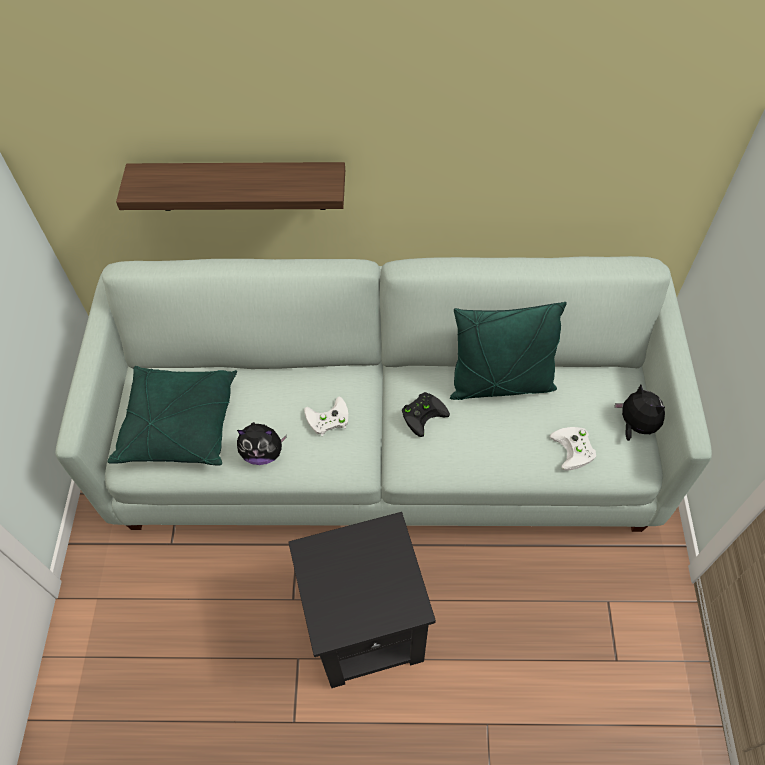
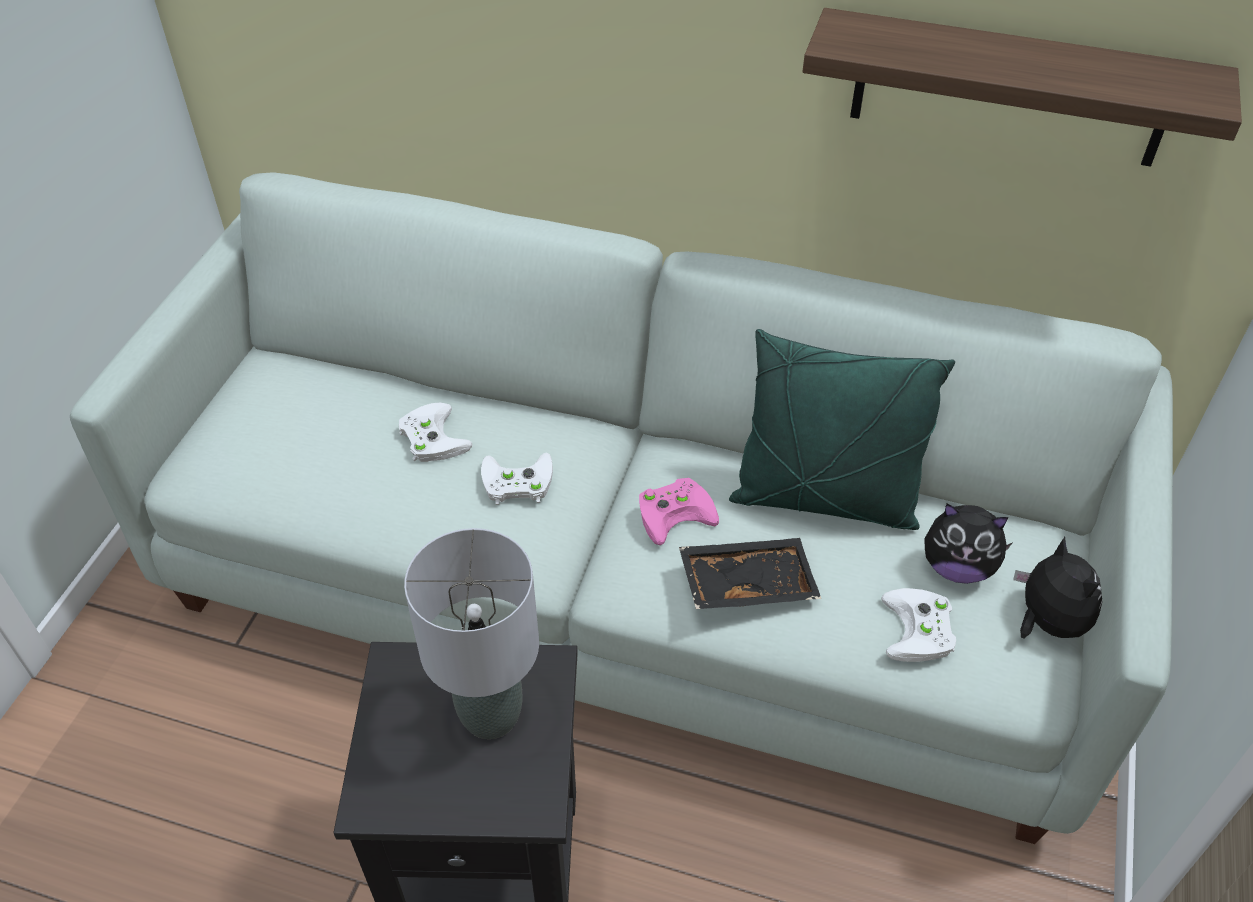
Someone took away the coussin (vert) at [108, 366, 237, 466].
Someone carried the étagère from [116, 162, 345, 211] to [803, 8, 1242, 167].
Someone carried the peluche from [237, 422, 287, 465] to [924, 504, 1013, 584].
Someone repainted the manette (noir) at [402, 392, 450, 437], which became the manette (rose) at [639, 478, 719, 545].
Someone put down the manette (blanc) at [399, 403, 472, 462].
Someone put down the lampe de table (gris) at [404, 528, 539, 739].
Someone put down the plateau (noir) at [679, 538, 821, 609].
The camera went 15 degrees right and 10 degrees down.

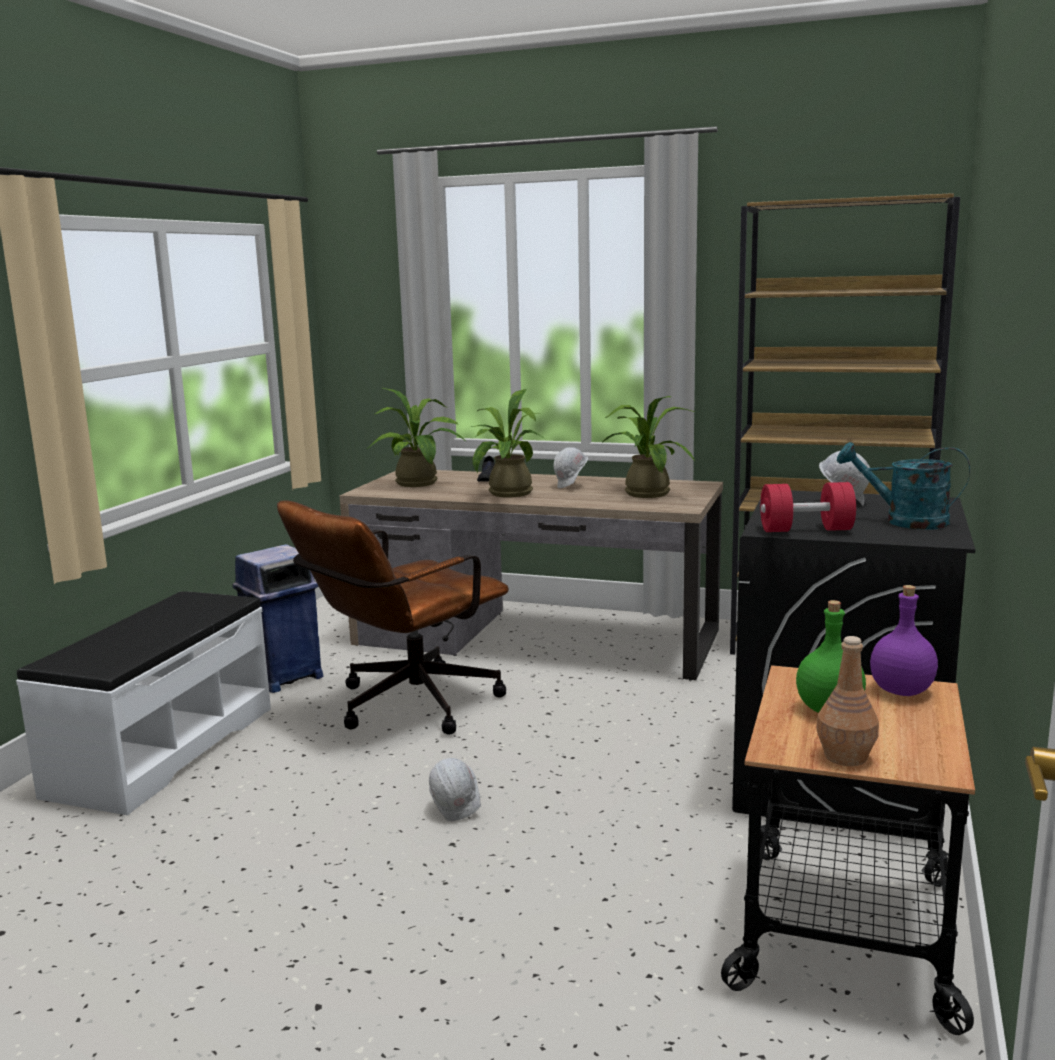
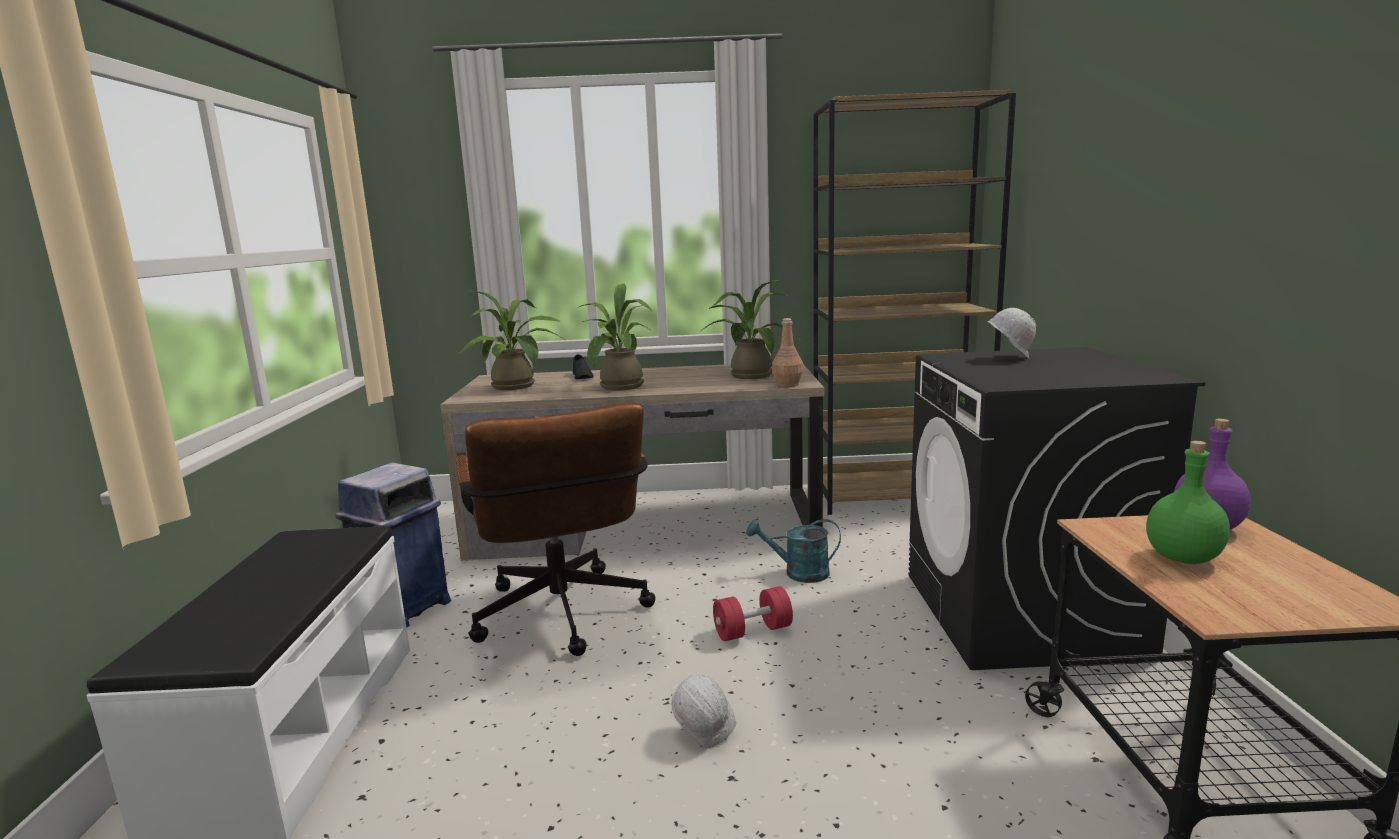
Someone rotated the chaise de bureau (marron) at [277, 500, 509, 735] by 45 degrees counterclockwise.
Someone took away the casque de chantier (blanc) at [554, 447, 588, 488].
Someone carried the haltère (rouge) from [760, 482, 856, 532] to [713, 586, 793, 641].
Someone carried the bouteille (marron) from [817, 636, 879, 766] to [772, 318, 803, 387].
Someone carried the arrosoir (turquoise) from [837, 442, 970, 530] to [746, 519, 841, 583].
The camera went 20 degrees left and 0 degrees up.

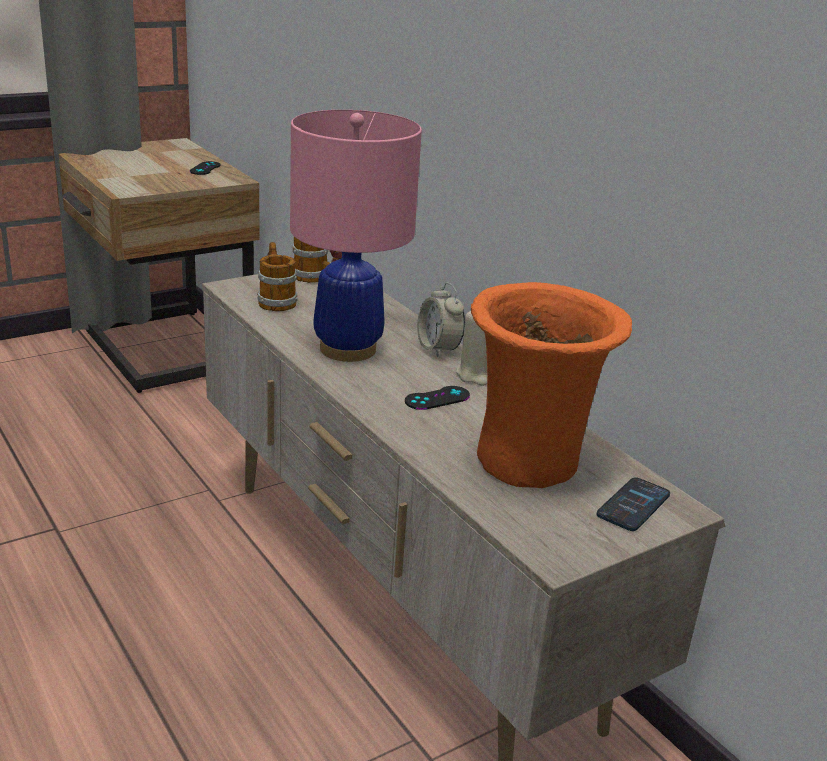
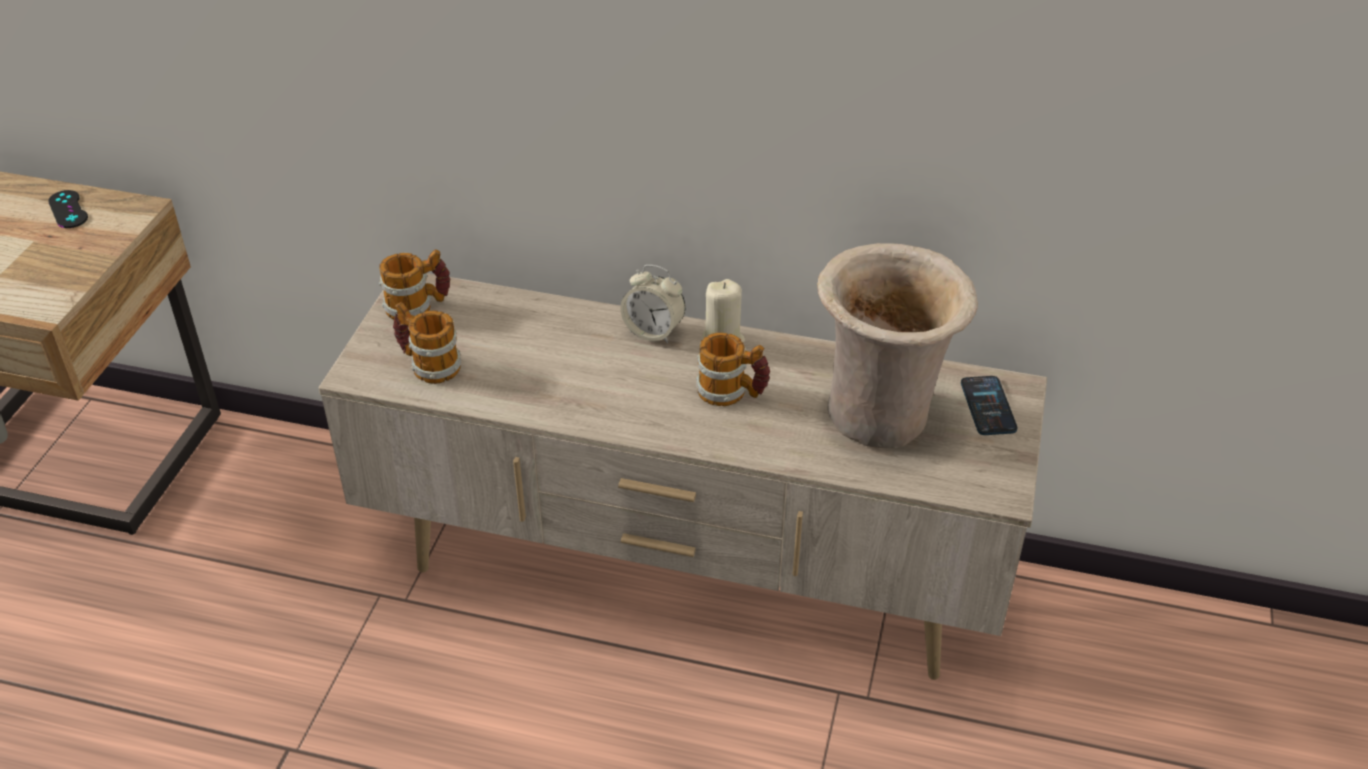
Someone took away the lampe de table (rose) at [290, 110, 422, 362].
Someone swapped the manette (noir) at [405, 386, 470, 410] for the mug at [696, 333, 770, 406].
Someone repainted the vase (orange) at [471, 282, 632, 488], which became the vase (beige) at [817, 243, 978, 448].
The camera went 40 degrees left and 15 degrees up.

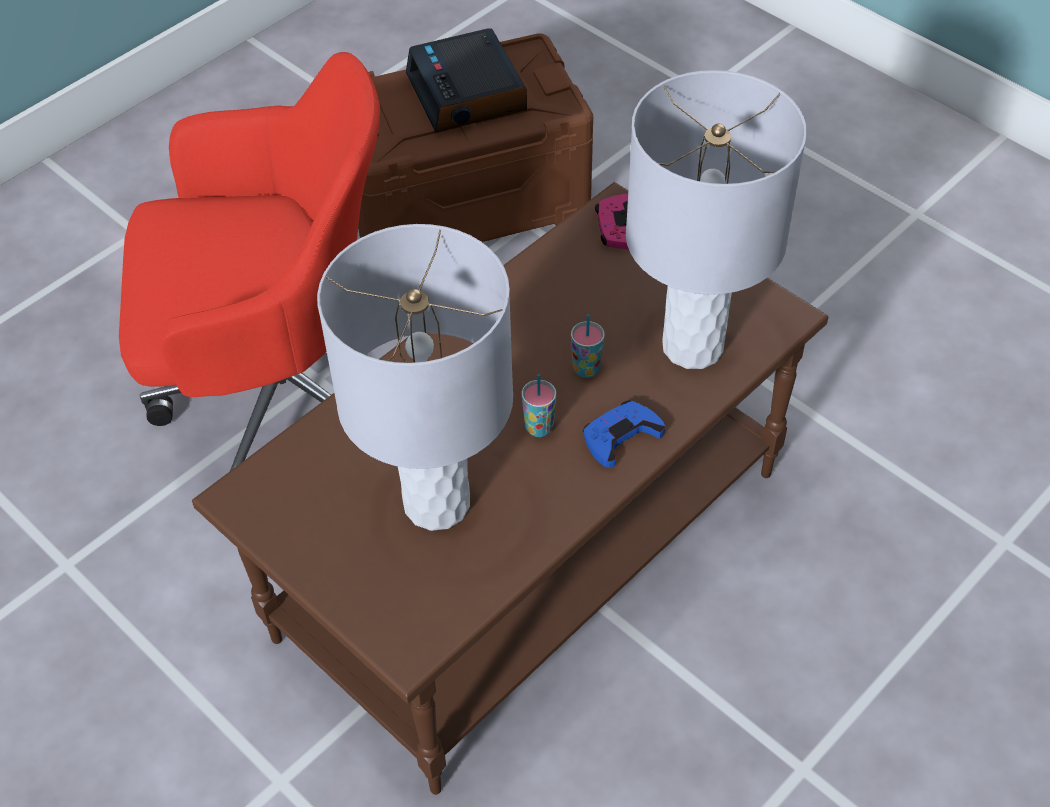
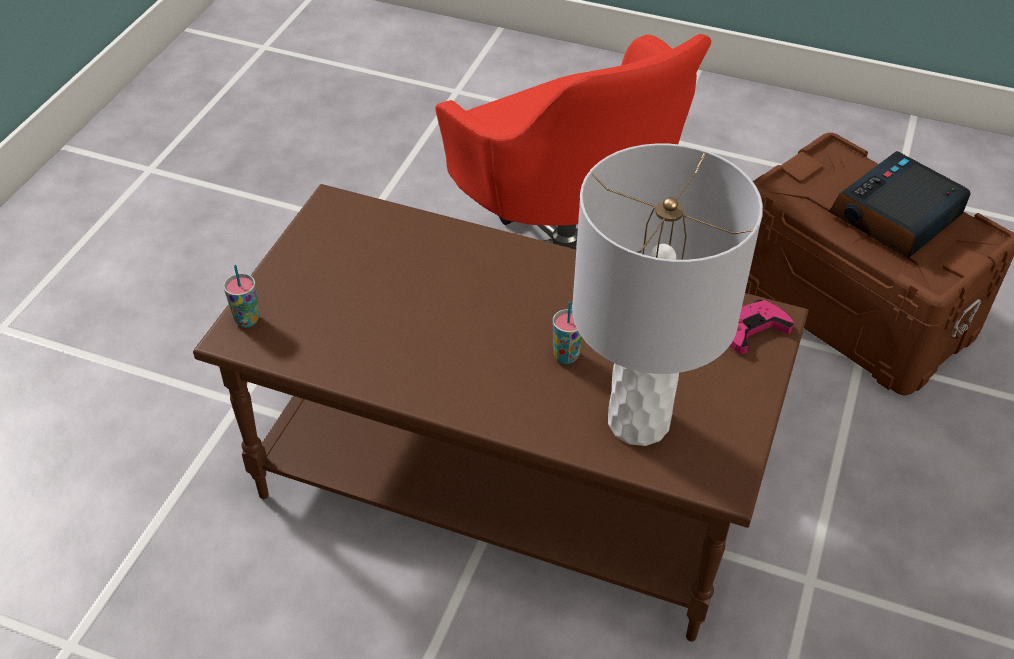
Someone took away the lampe de table (gris) at [317, 224, 513, 531].
Someone carried the tasse from [521, 374, 556, 437] to [223, 265, 259, 328].
Someone took away the manette (bleu) at [583, 401, 665, 468].
The camera went 65 degrees right and 5 degrees down.

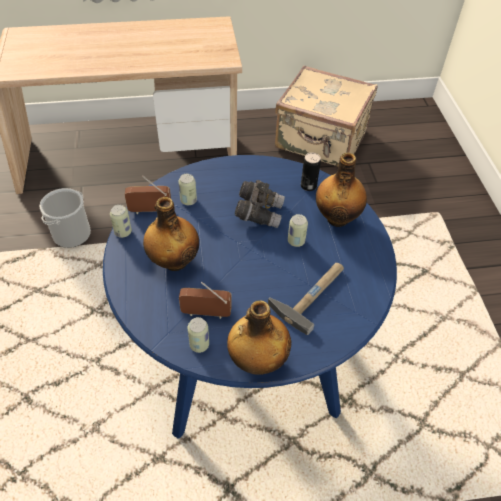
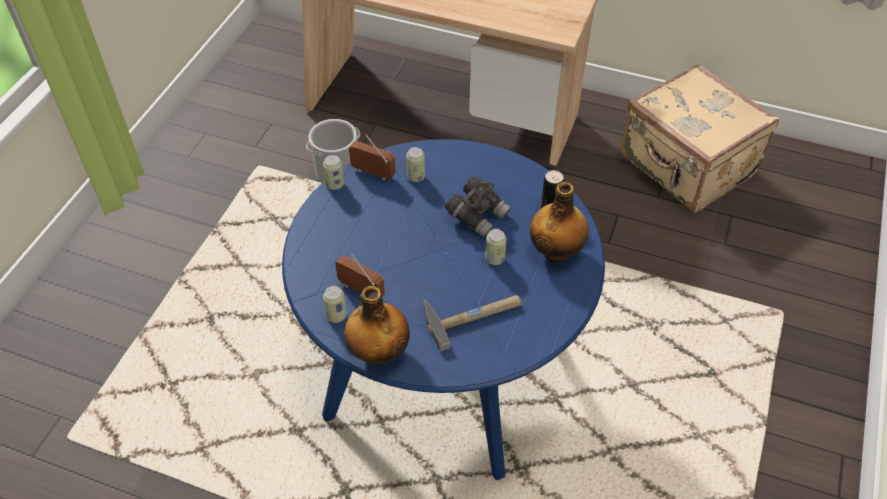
Someone took away the bouteille at [143, 197, 199, 271].
The camera went 30 degrees right and 0 degrees up.

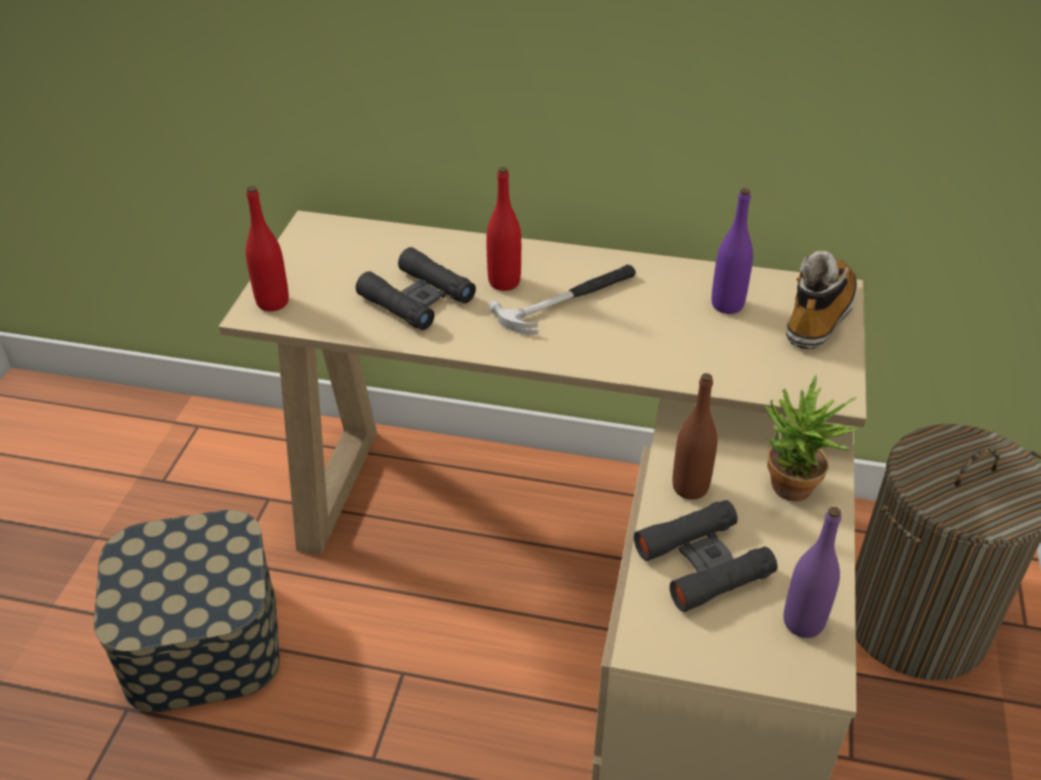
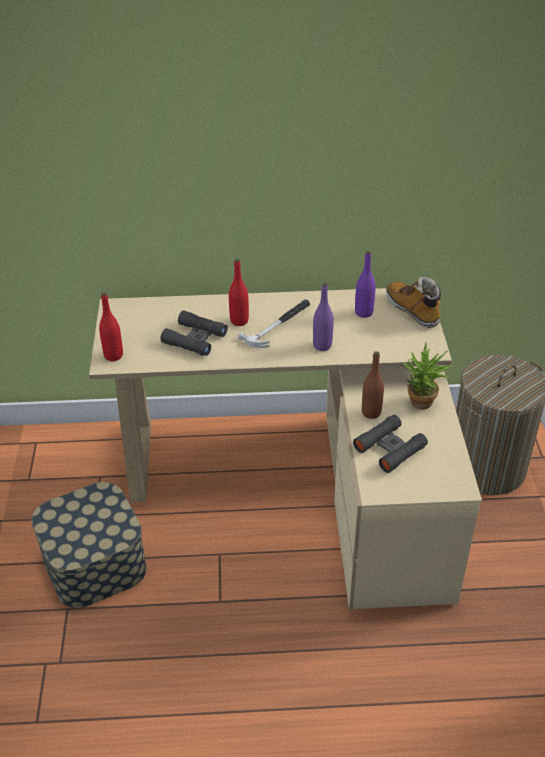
Someone carried the bouteille (violet) from [784, 507, 841, 638] to [313, 283, 334, 351].
Someone rotated the botte at [786, 251, 857, 349] by 45 degrees counterclockwise.
The camera went 15 degrees left and 0 degrees up.

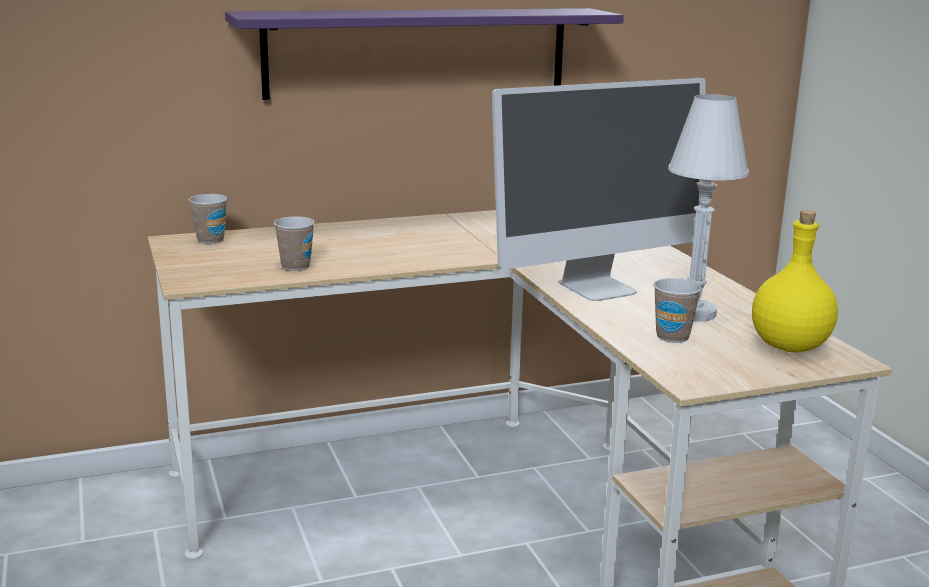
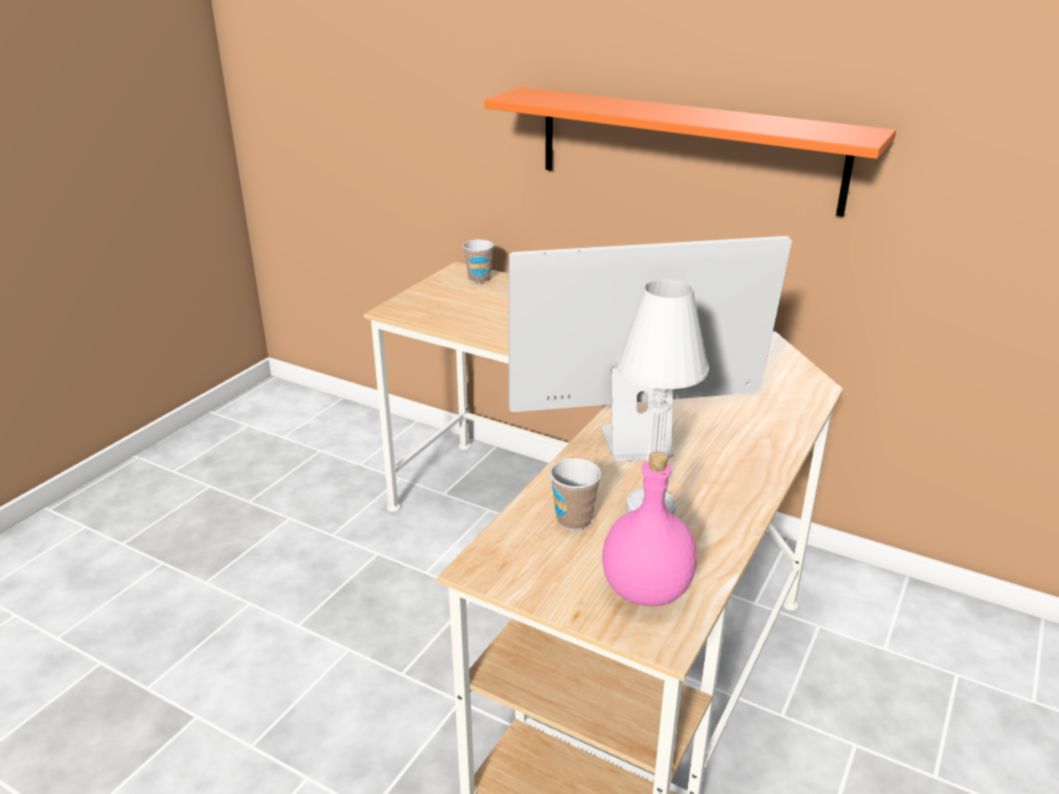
Someone repainted the étagère (violet) at [225, 8, 624, 100], which became the étagère (orange) at [484, 87, 896, 217].
Someone took away the tasse at [274, 216, 315, 271].
Someone rotated the écran d'ordinateur at [492, 78, 706, 301] by 150 degrees clockwise.
Someone repainted the bouteille (jaune) at [752, 210, 838, 353], which became the bouteille (rose) at [602, 451, 697, 606].
The camera went 50 degrees right and 10 degrees up.

